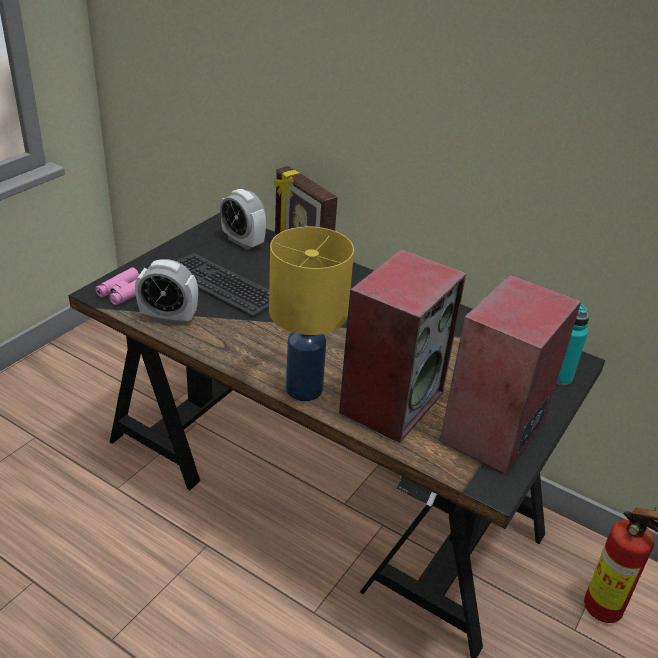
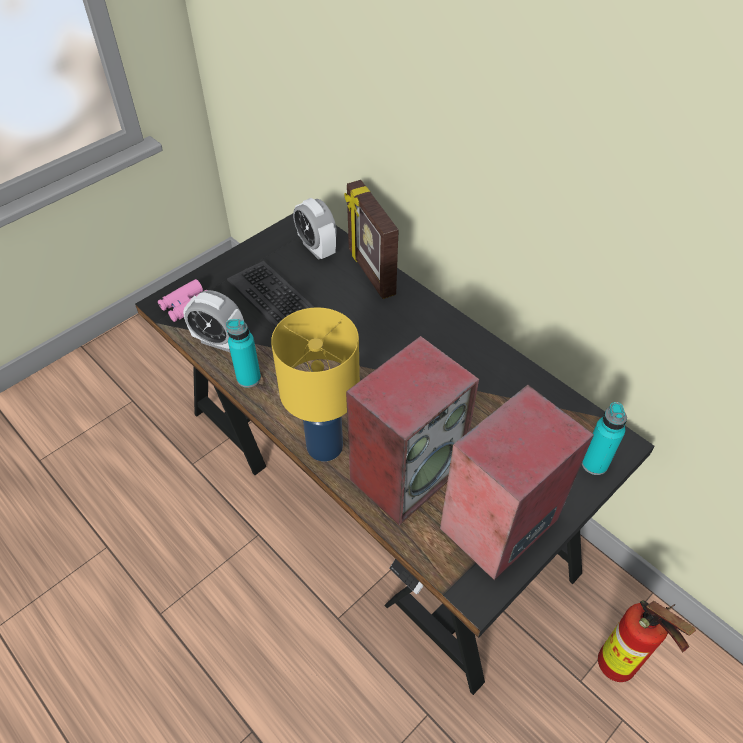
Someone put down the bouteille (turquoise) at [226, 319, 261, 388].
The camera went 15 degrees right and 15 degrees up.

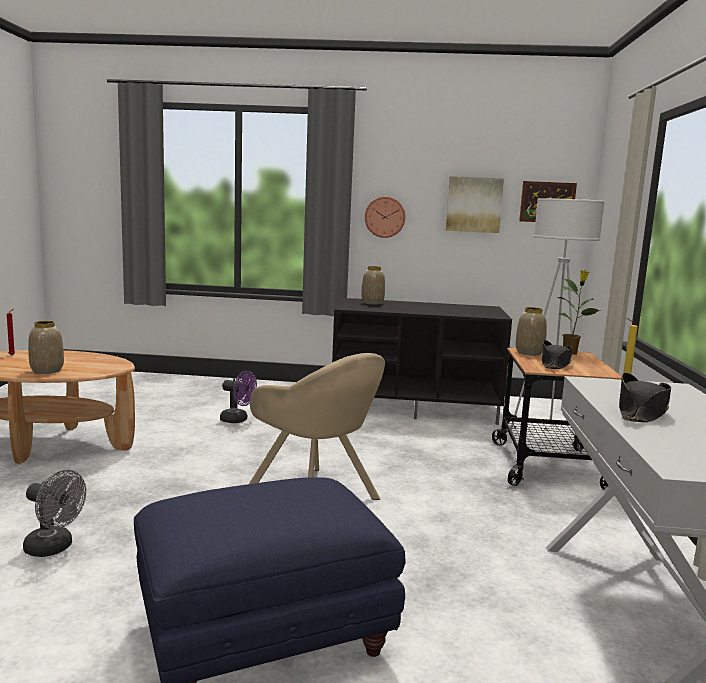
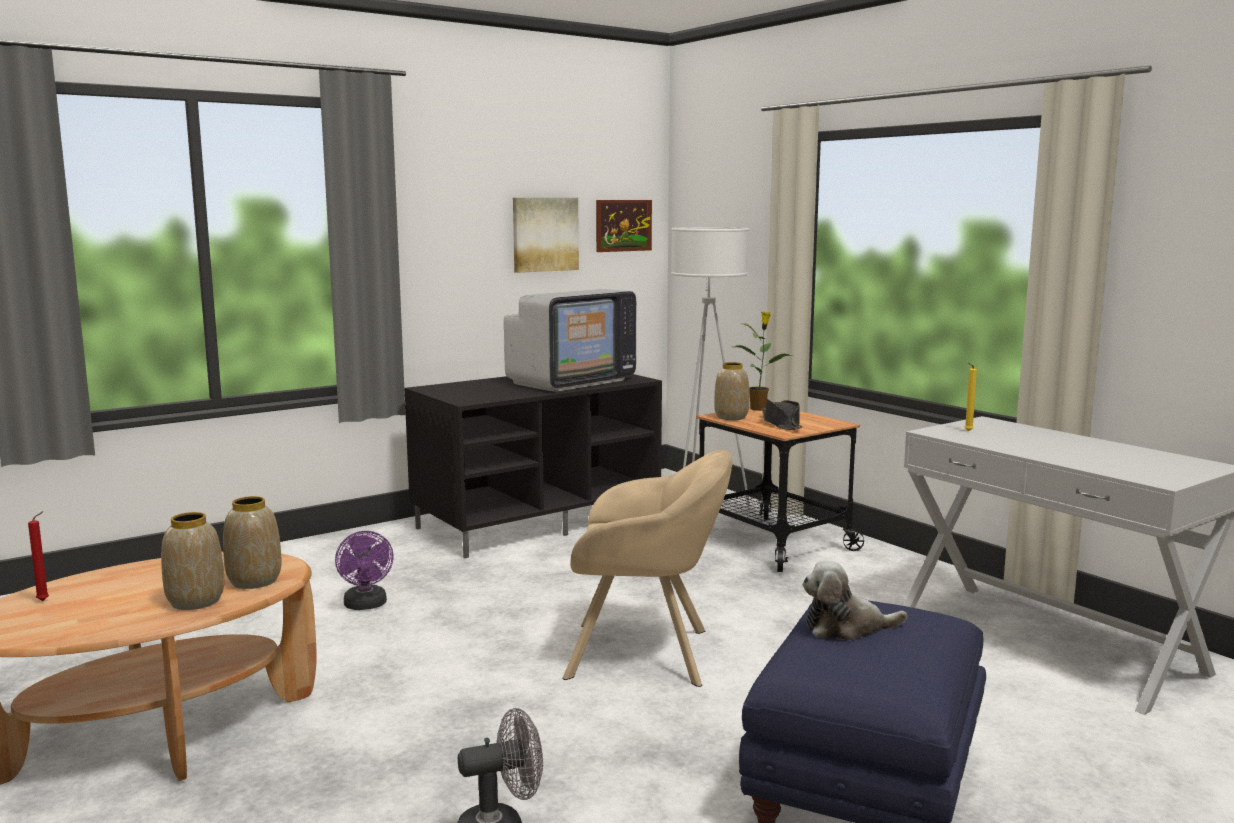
Someone rotated the ventilateur (violet) at [220, 371, 257, 423] by 90 degrees clockwise.
Someone carried the vase from [361, 266, 385, 305] to [223, 496, 282, 589].
Someone took away the horloge murale at [365, 197, 405, 238].
Someone took away the chapeau (noir) at [619, 373, 671, 422].
Someone put down the téléviseur at [504, 289, 636, 391].
Someone put down the peluche at [802, 560, 907, 641].
The camera went 40 degrees left and 0 degrees up.

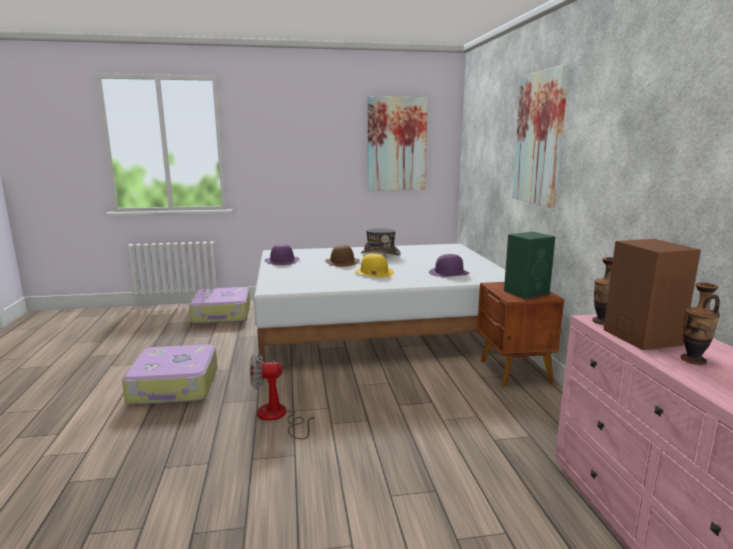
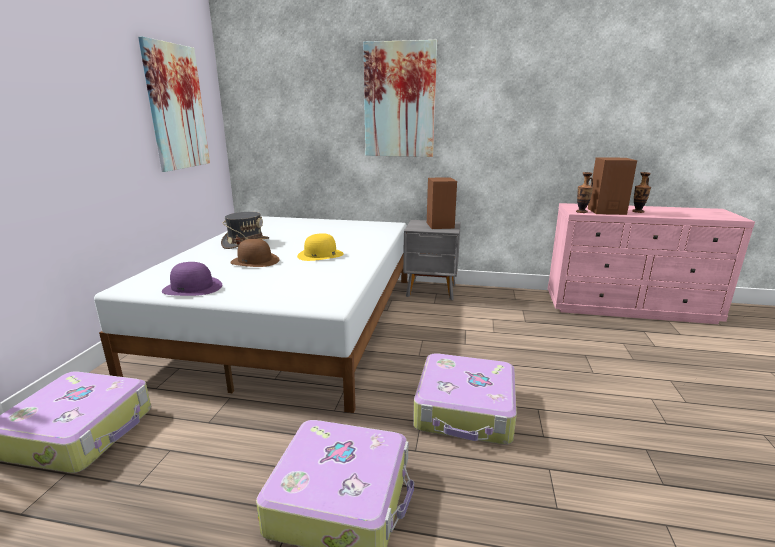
Someone swapped the ventilateur at [250, 353, 315, 439] for the valise at [413, 353, 517, 445].
Someone took away the chapeau (violet) at [429, 254, 470, 277].
Someone repainted the table de chevet (marron) at [477, 282, 564, 387], which became the table de chevet (gris) at [403, 220, 461, 300].
Someone repainted the enceinte (vert) at [504, 232, 555, 299], which became the enceinte (marron) at [427, 177, 457, 229].
The camera went 70 degrees left and 5 degrees up.

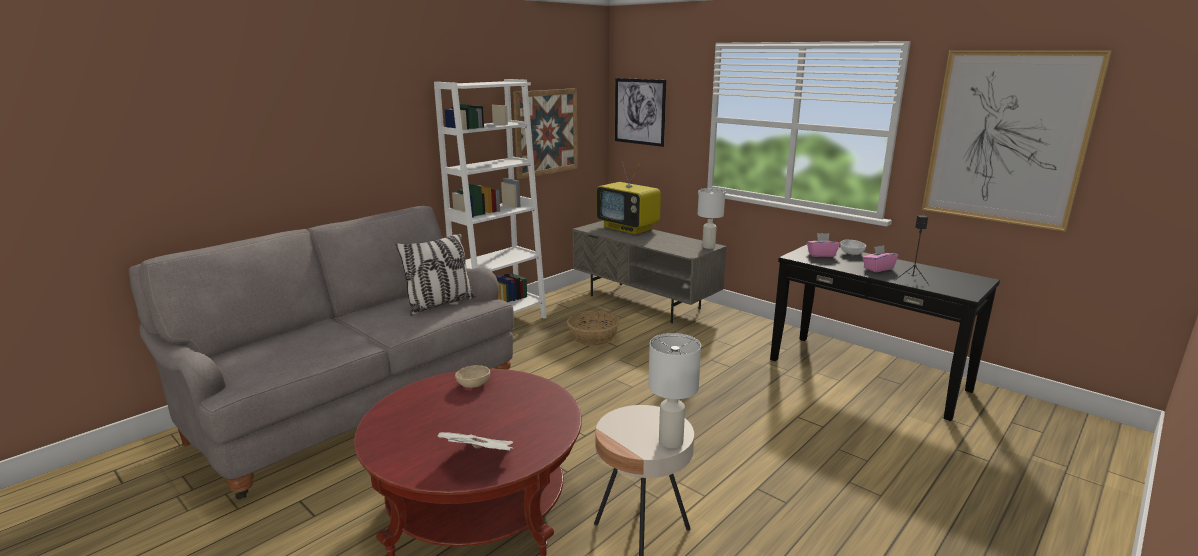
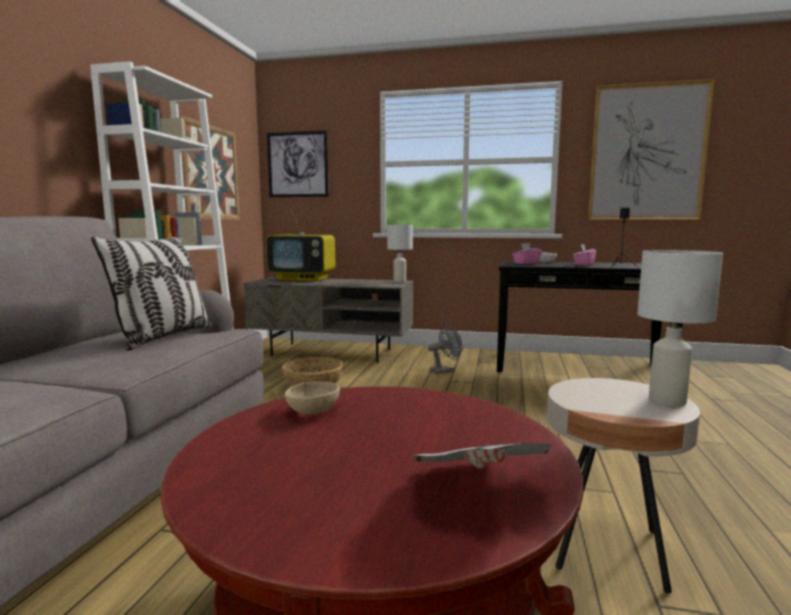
Someone put down the ventilateur (gris) at [428, 324, 462, 374].
The camera went 30 degrees left and 10 degrees down.

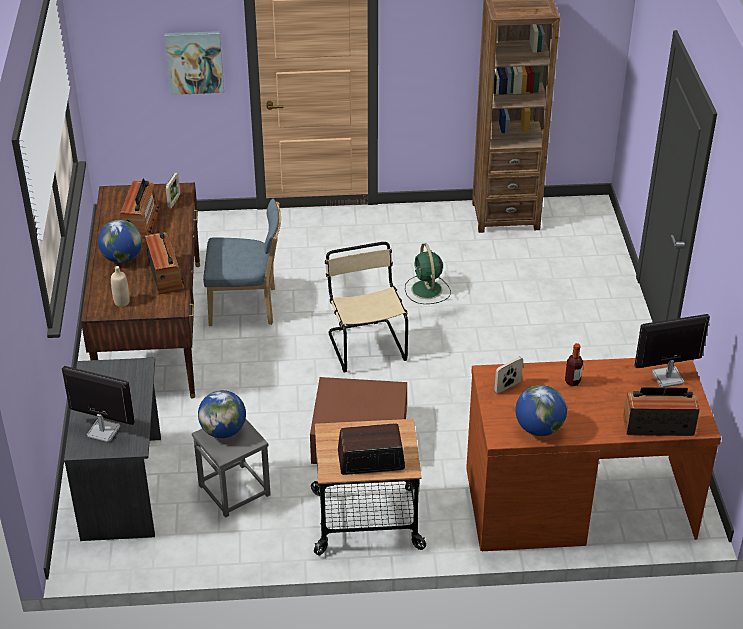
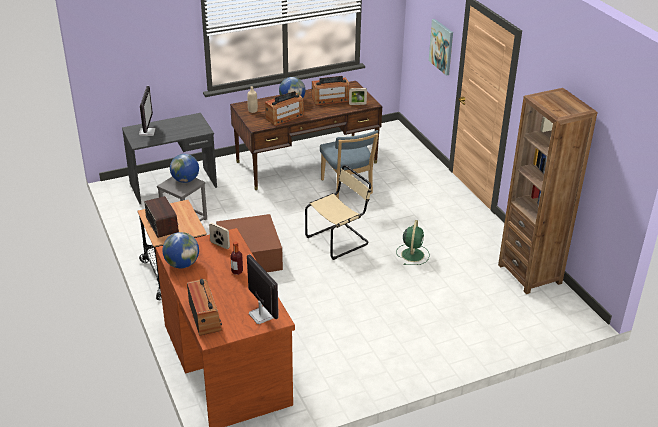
Someone rotated the ventilateur (vert) at [405, 243, 451, 304] by 135 degrees clockwise.
The camera went 70 degrees right and 5 degrees down.

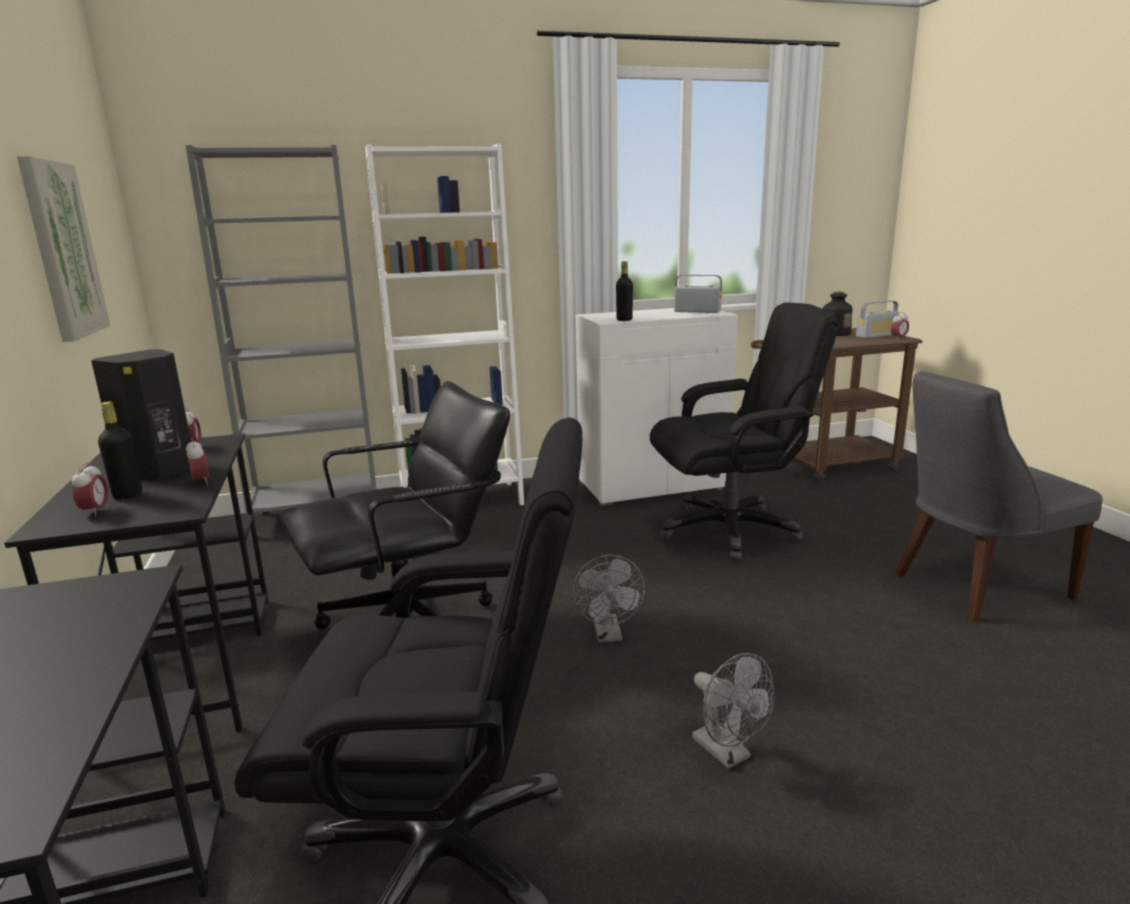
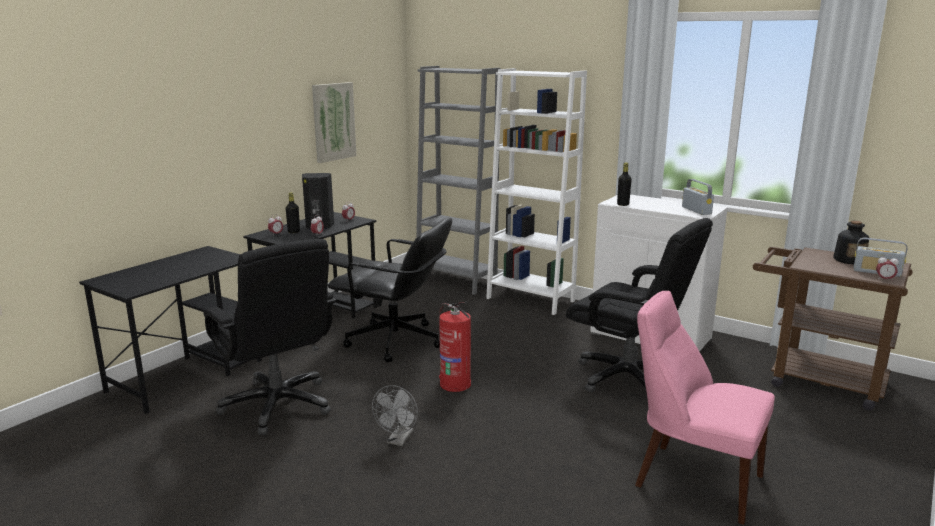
Someone swapped the ventilateur (gris) at [573, 555, 645, 643] for the extincteur at [438, 302, 471, 392].
Someone repainted the chaise (gris) at [895, 371, 1103, 622], which became the chaise (rose) at [635, 291, 775, 525].
The camera went 50 degrees right and 0 degrees up.

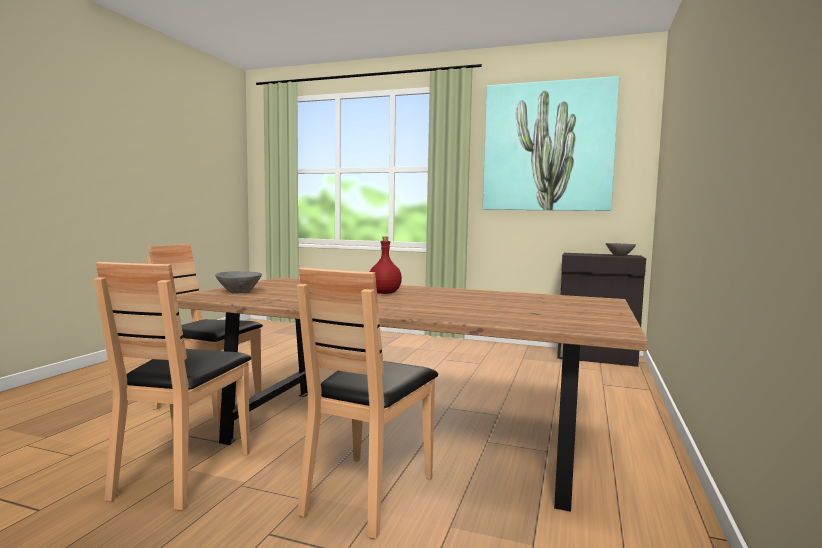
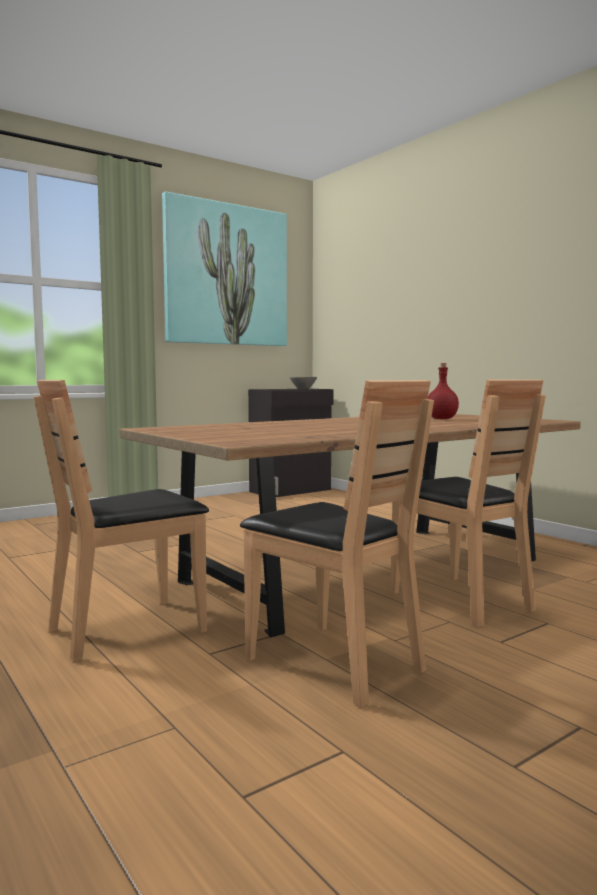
Someone took away the bol (gris) at [215, 271, 262, 293].
Someone carried the bouteille (rouge) from [370, 236, 402, 294] to [427, 363, 459, 419].
The camera went 55 degrees left and 0 degrees up.

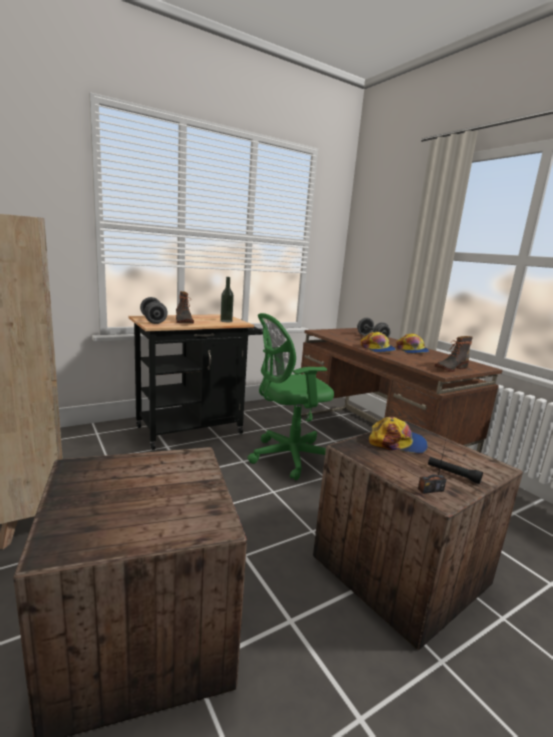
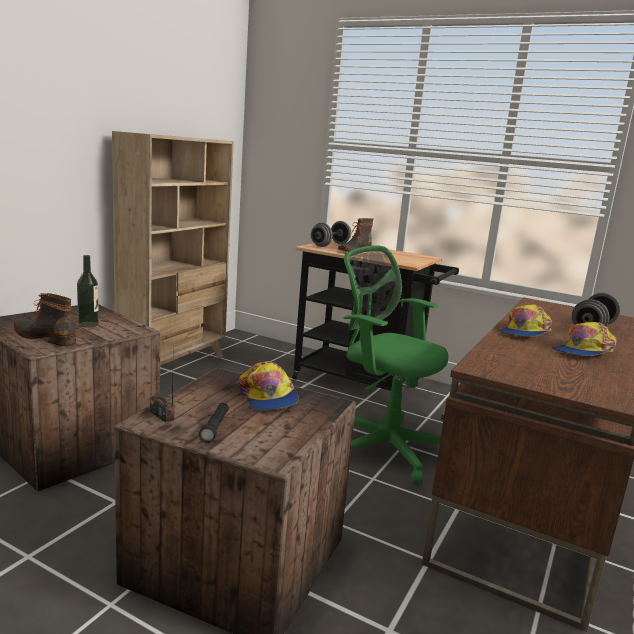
Someone carried the bouteille from [220, 277, 234, 322] to [77, 255, 99, 328].
Someone carried the botte from [435, 336, 473, 372] to [14, 293, 76, 346].
The camera went 60 degrees right and 0 degrees up.

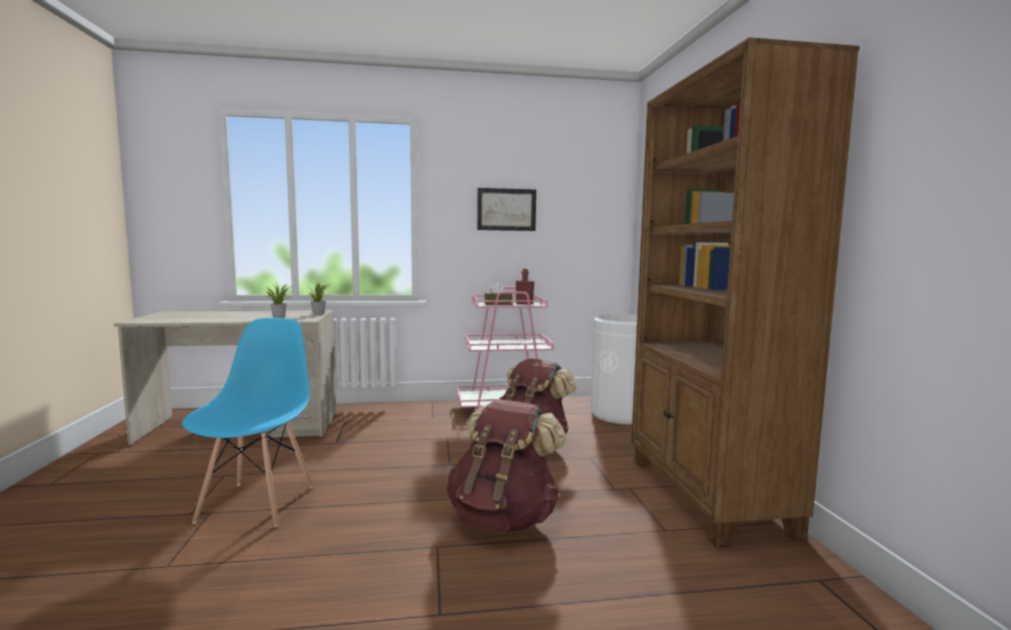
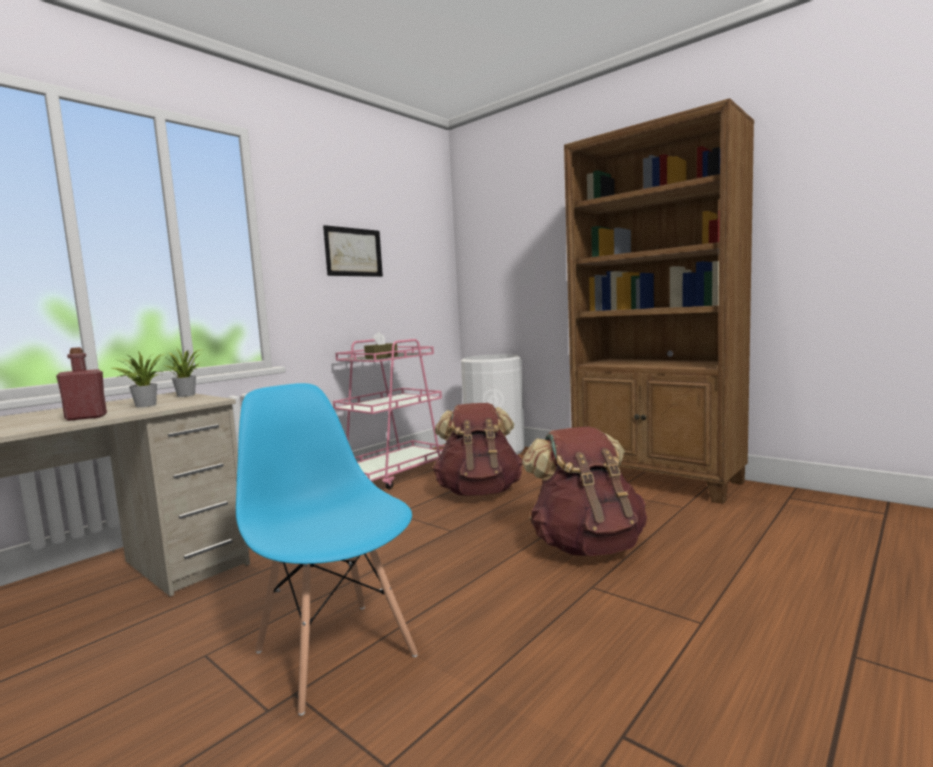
Someone carried the bouteille (rouge) from [516, 269, 534, 304] to [56, 347, 107, 421].
The camera went 40 degrees left and 0 degrees up.

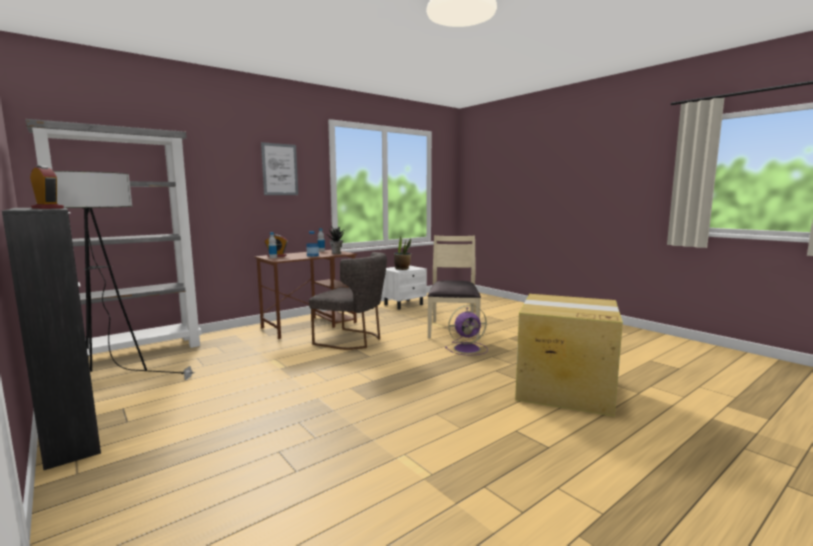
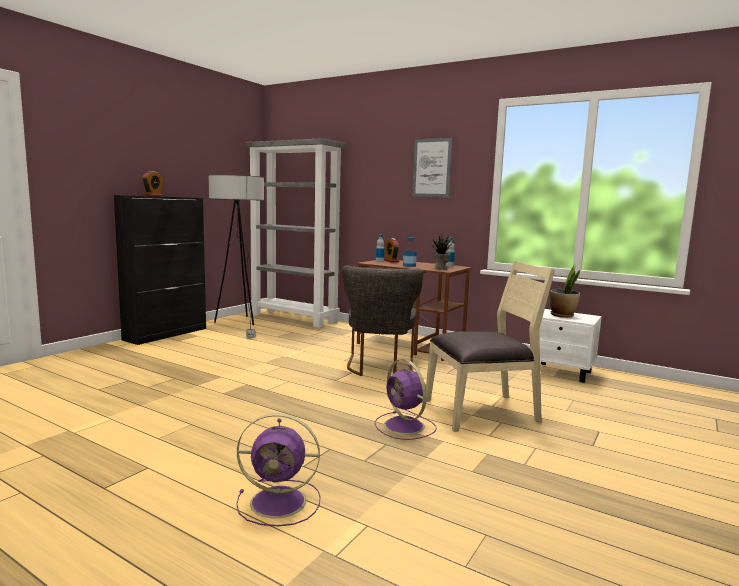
Someone swapped the carton at [515, 294, 623, 416] for the ventilateur (violet) at [236, 413, 321, 526].
The camera went 70 degrees right and 0 degrees up.

